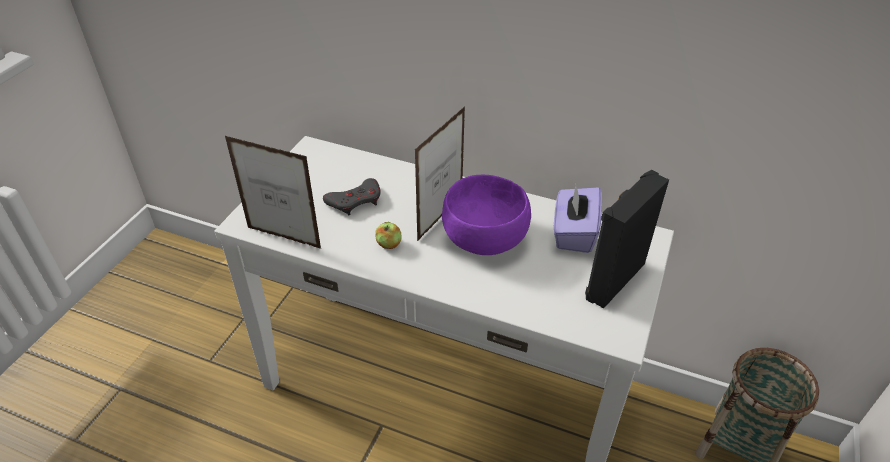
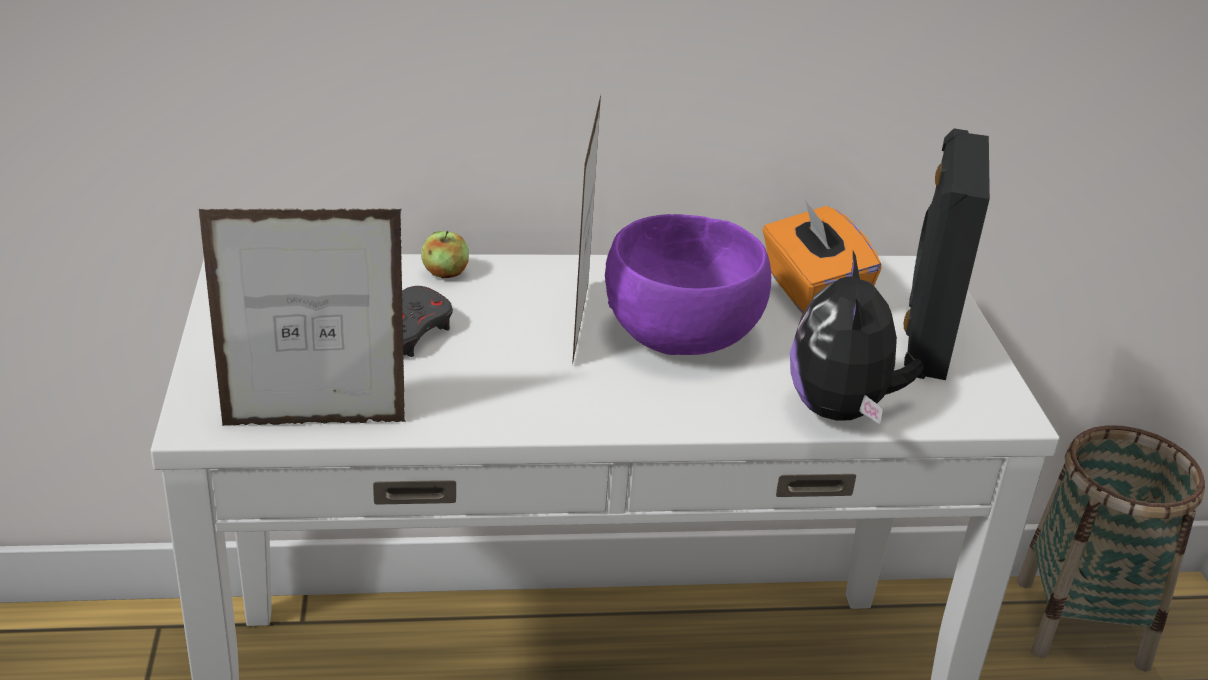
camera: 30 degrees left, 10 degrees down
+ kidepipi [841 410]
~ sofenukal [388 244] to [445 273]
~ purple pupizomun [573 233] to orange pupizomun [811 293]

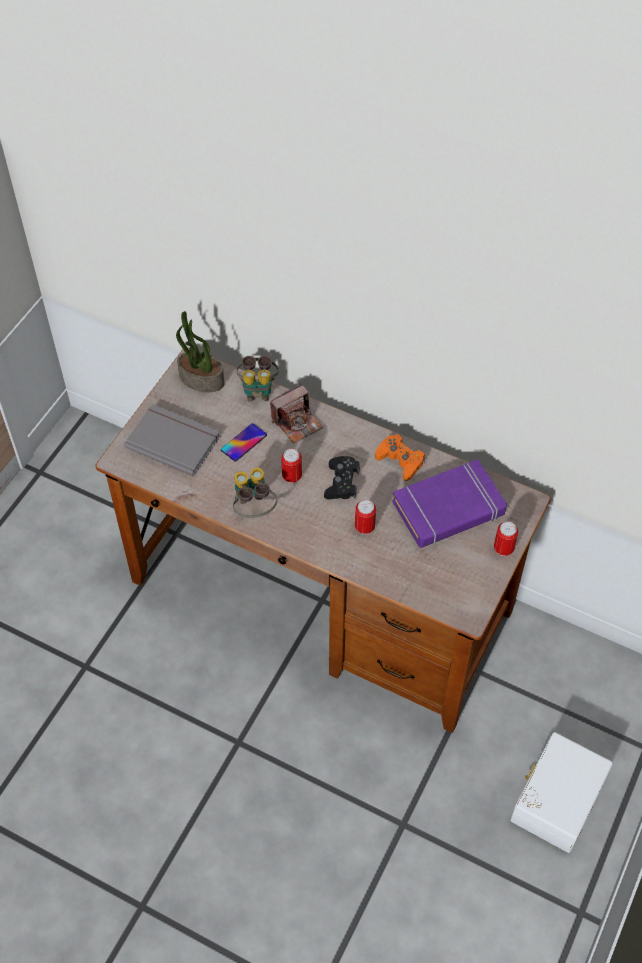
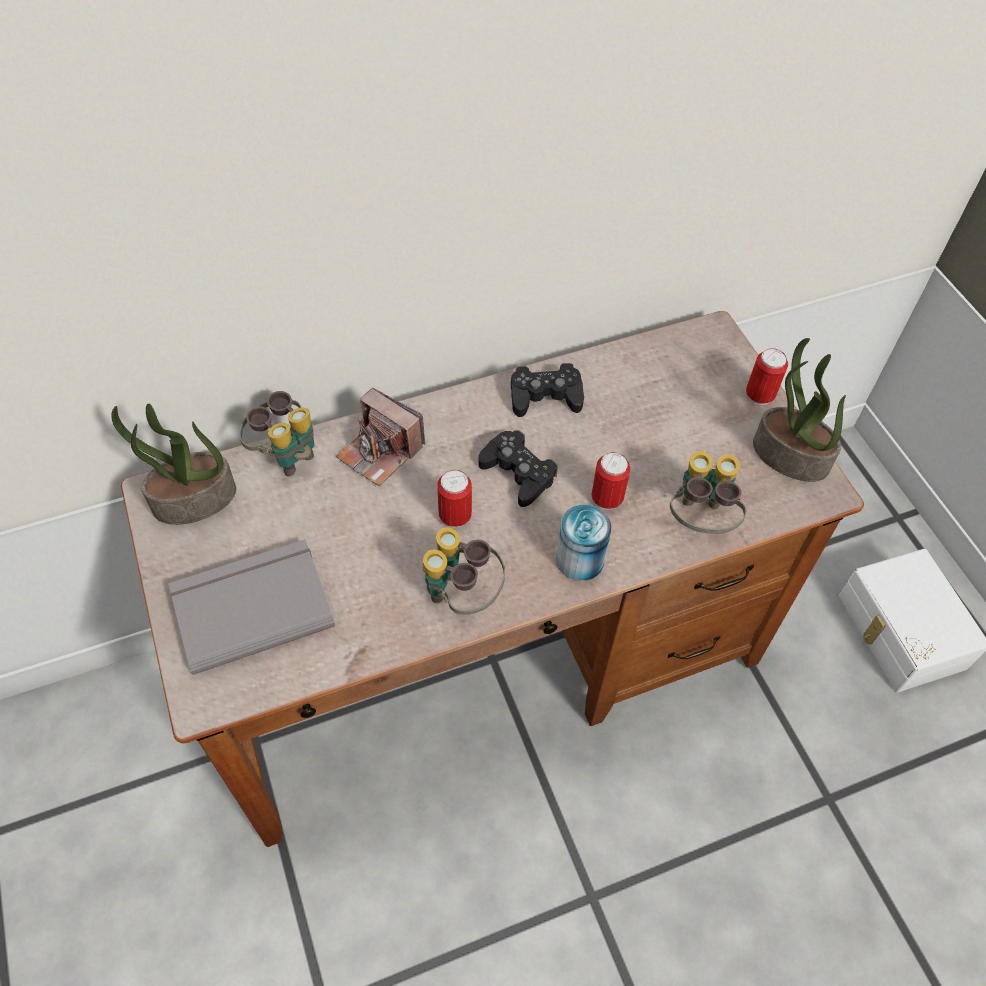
camera: 50 degrees left, 0 degrees up
- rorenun [244 442]
- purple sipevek [449 509]
+ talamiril [580 560]
+ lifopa [700 519]
+ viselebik [788 457]
~ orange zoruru [400 460] to black zoruru [545 396]
~ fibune [297 423] = [381 452] 120 degrees clockwise

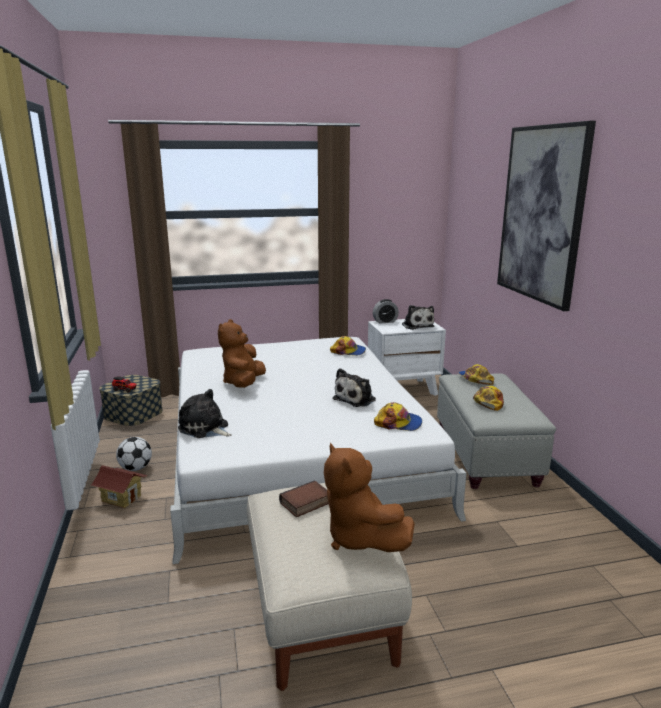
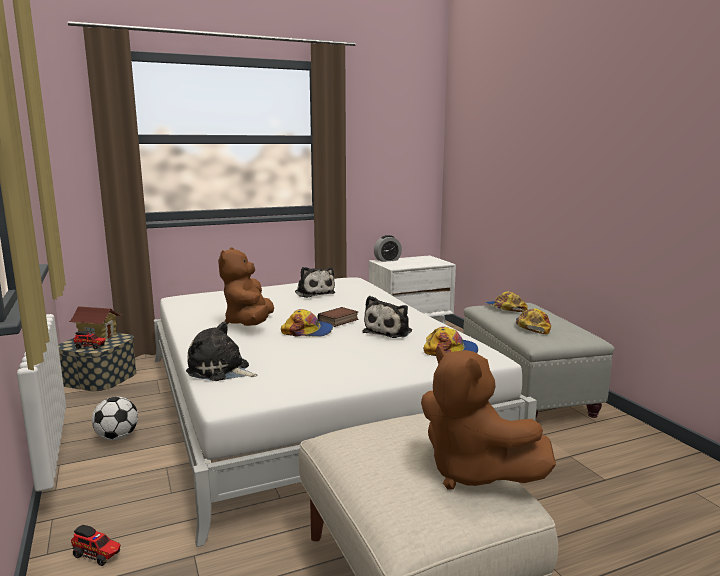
camera: 10 degrees left, 5 degrees down
- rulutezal [542 214]
+ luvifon [98 555]
~ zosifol [121 498] to [97 336]
~ sipevek [306 503] to [338 321]
~ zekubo [348 351] to [308 331]
~ kidepipi [417 325] to [314 293]

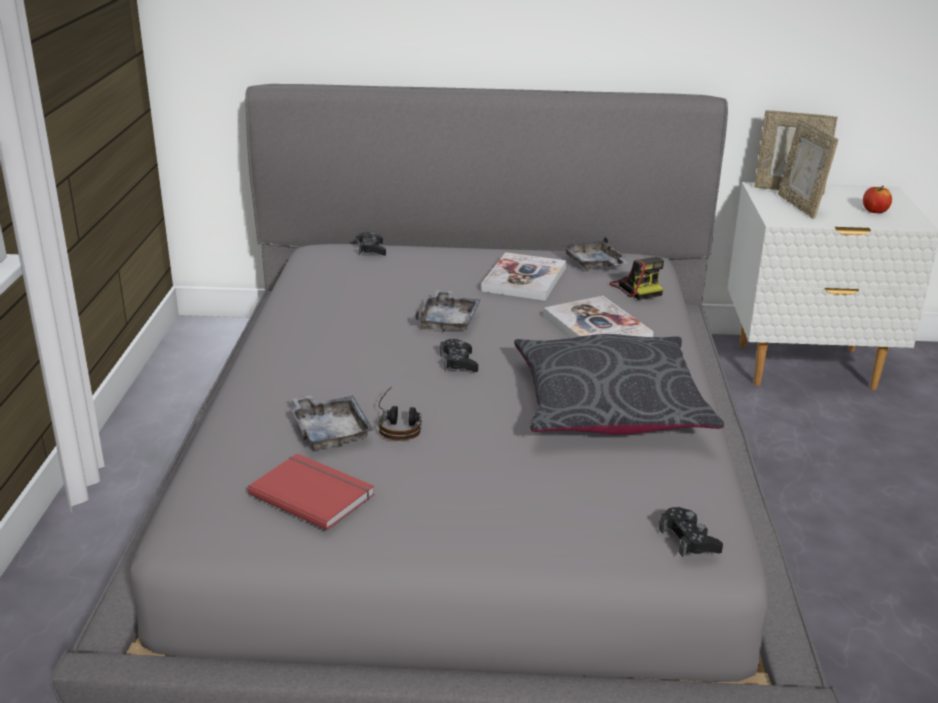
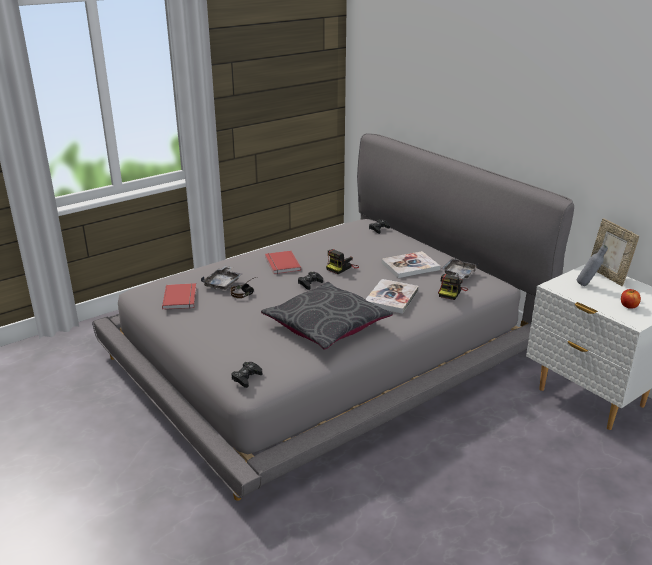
camera: 50 degrees right, 0 degrees up
+ red sipevek [281 264]
~ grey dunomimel [448 320] to fibune [342 267]
~ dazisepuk [800 206] to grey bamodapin [587 285]

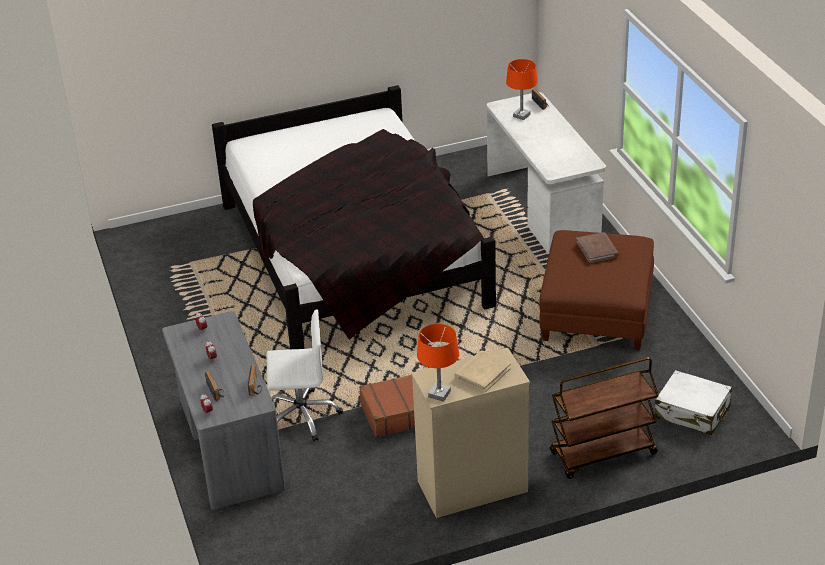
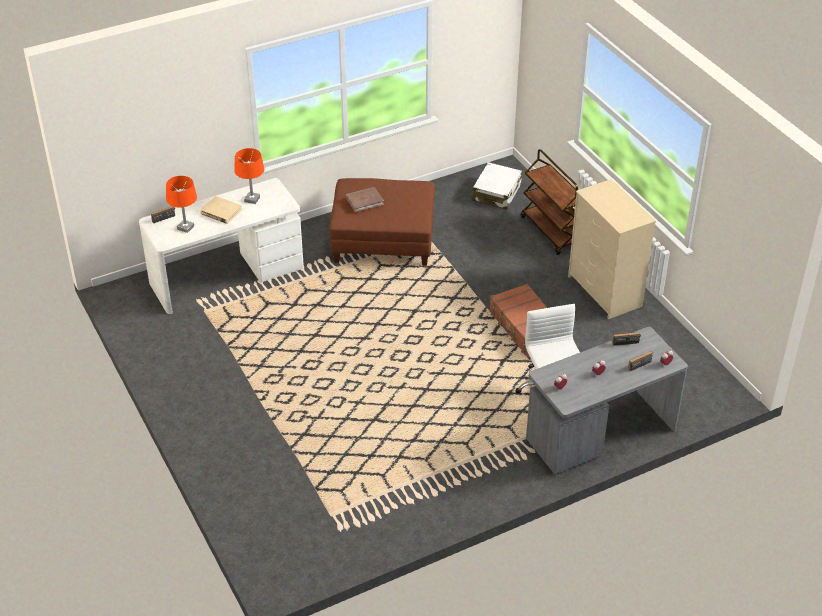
camera: 100 degrees left, 5 degrees up
- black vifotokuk [354 255]
~ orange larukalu [439 394] to [252 199]
~ beige sipevek [482 373] to [221 212]

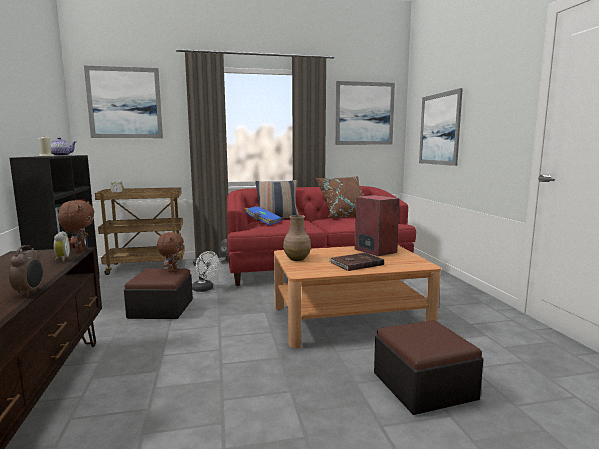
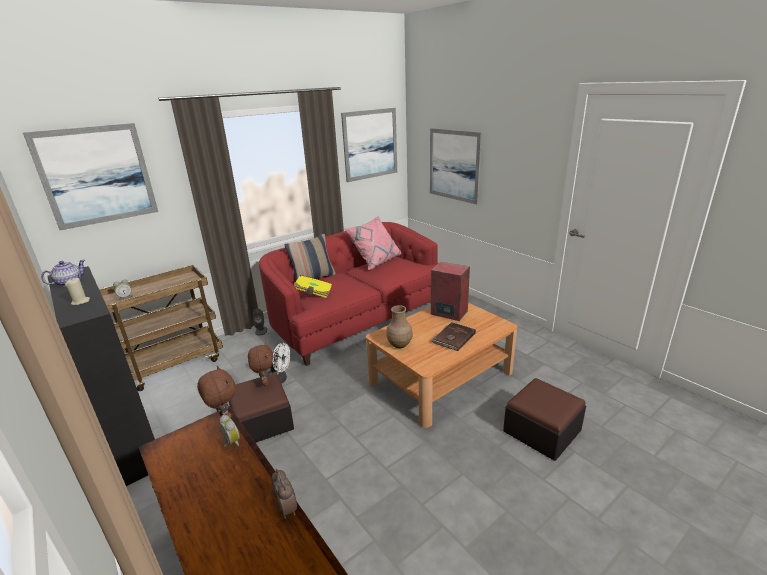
camera: 25 degrees left, 15 degrees up
~ blue sipevek [262 222] to yellow sipevek [313 293]
~ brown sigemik [344 216] to pink sigemik [375 261]

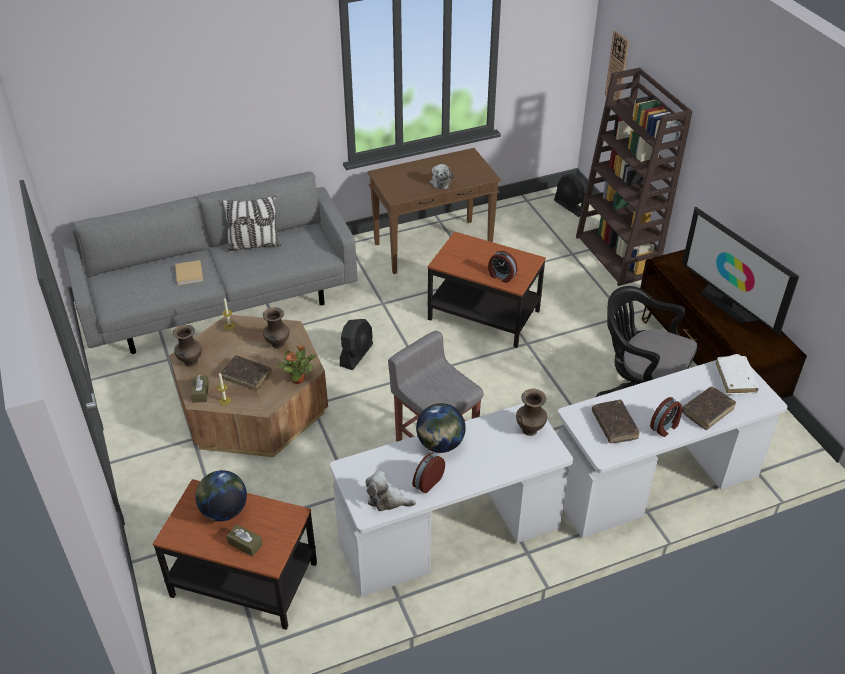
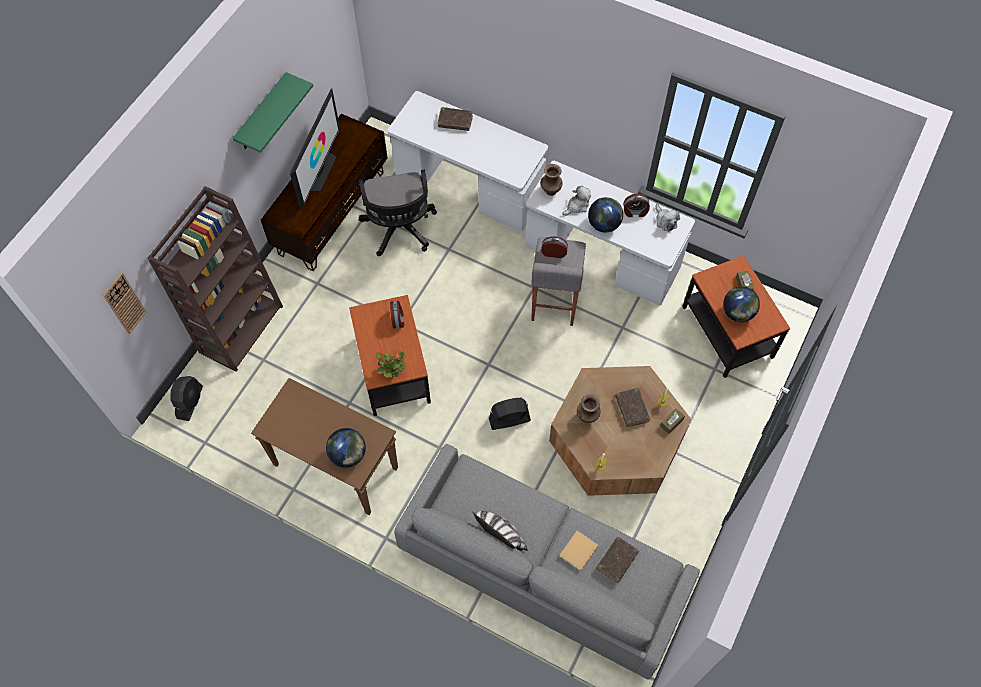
camera: 130 degrees left, 20 degrees up
- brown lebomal [190 362]
- white sipevek [735 379]
+ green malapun [262 113]
+ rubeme [348 455]
~ viselebik [298 379] to [392 372]
~ kidepipi [441 181] to [577 206]
~ brown sipevek [614 425] to [617 561]
~ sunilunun [665 427] to [554 252]

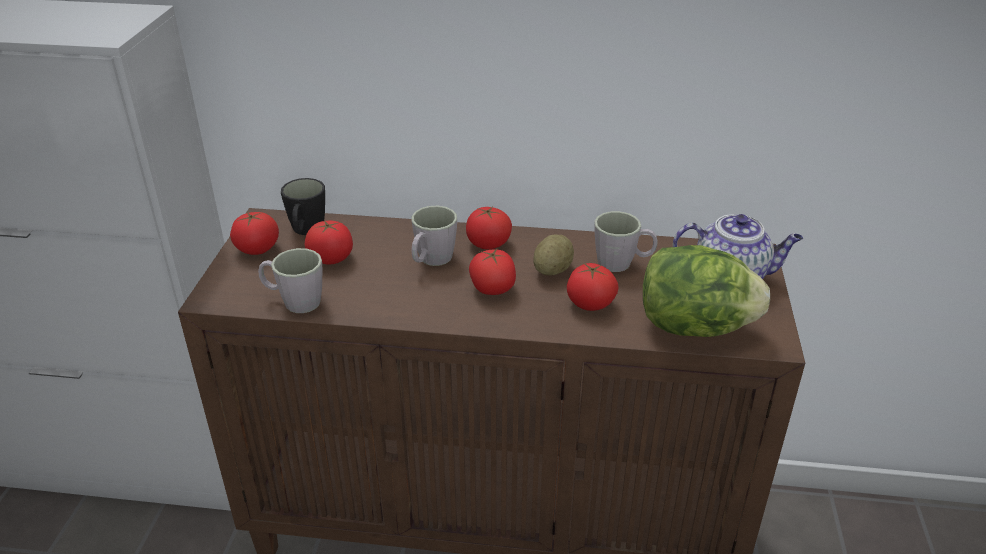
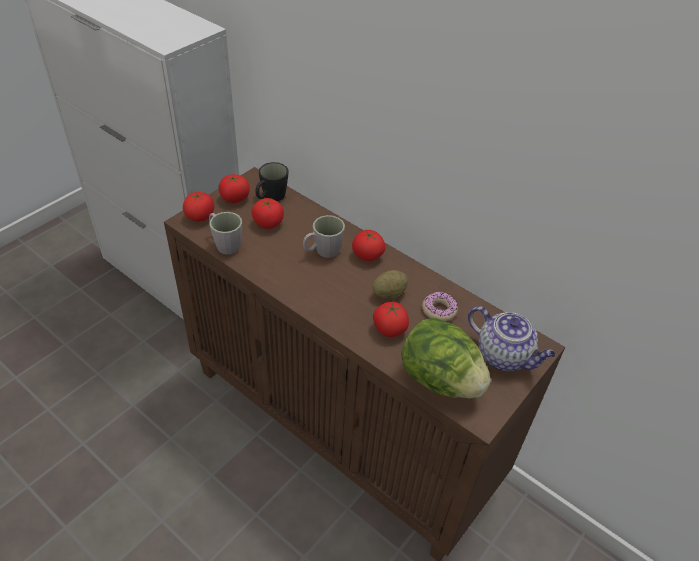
camera: 30 degrees right, 10 degrees up
~ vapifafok [492 289] to [200 216]
~ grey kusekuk [622 263] to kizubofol [439 310]

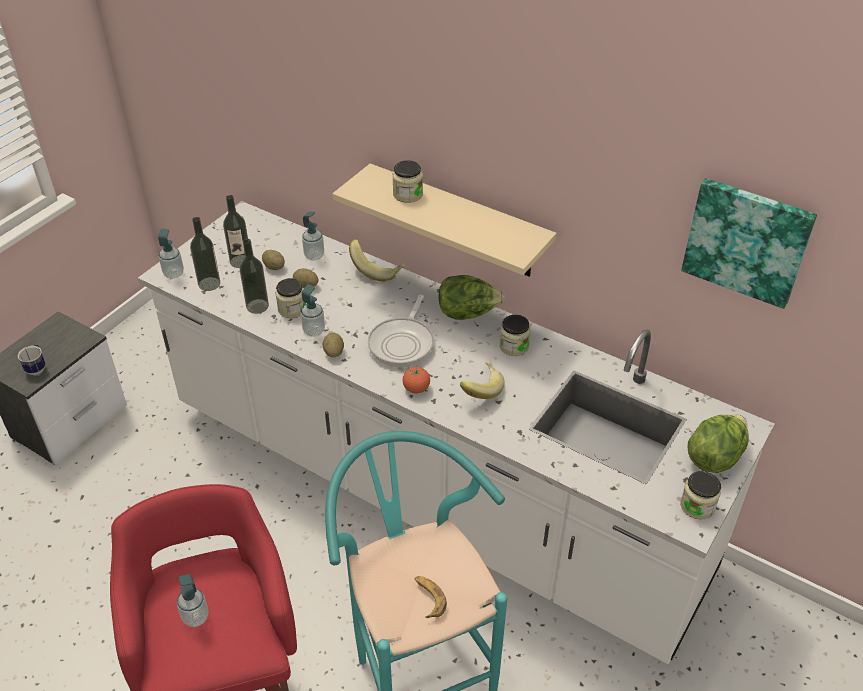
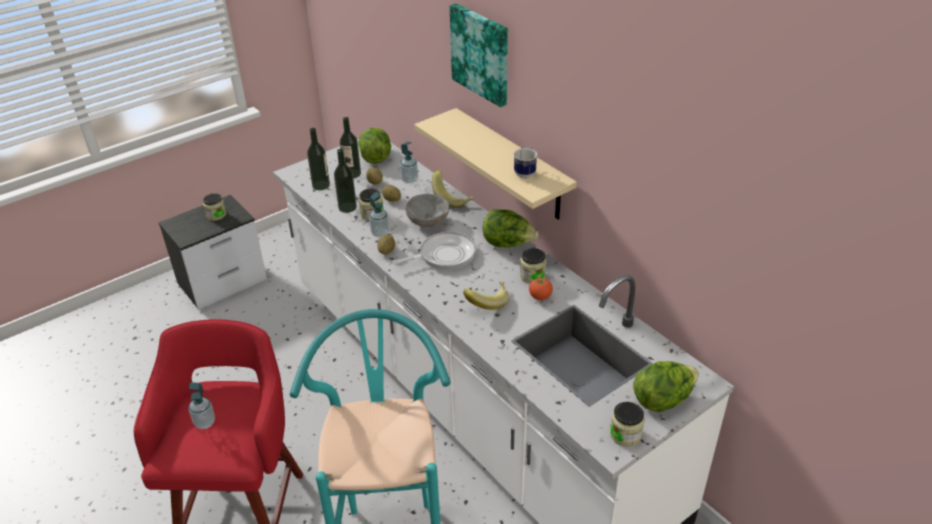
camera: 20 degrees right, 5 degrees down
- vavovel [173 274]
- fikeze [428 598]
+ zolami [375 157]
+ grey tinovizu [428 222]
~ kusekuk [37 368] to [526 172]
~ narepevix [407 194] to [216 215]
~ vapifafok [416 389] to [540 297]
~ rulutezal [747 241] to [481 53]
~ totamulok [403 343] = [444 255] 150 degrees counterclockwise

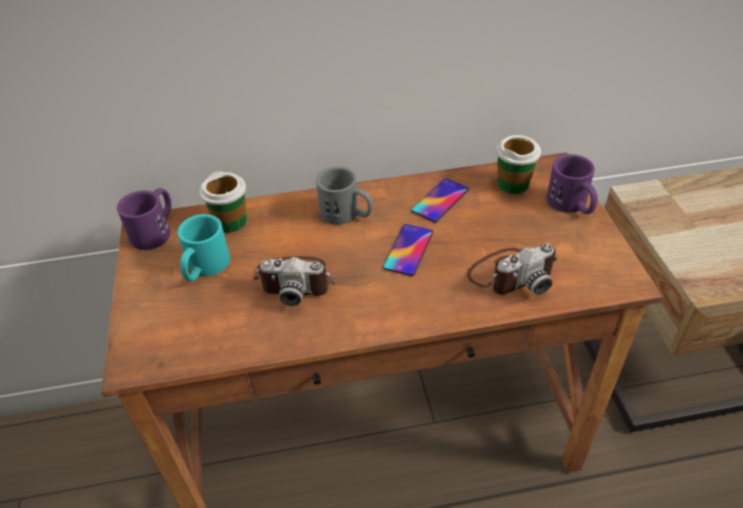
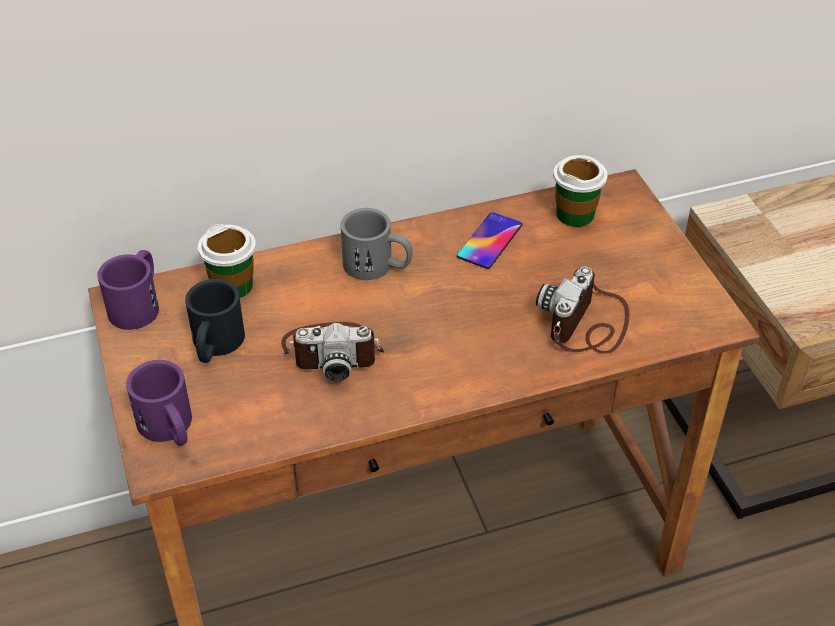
camera: 10 degrees left, 0 degrees up
- rorenun [408 250]
~ purple kusekuk [571 205] to [169 429]
~ turquoise kusekuk [204 268] to black kusekuk [215 346]
~ fibune [511 274] = [587 324] 150 degrees clockwise

